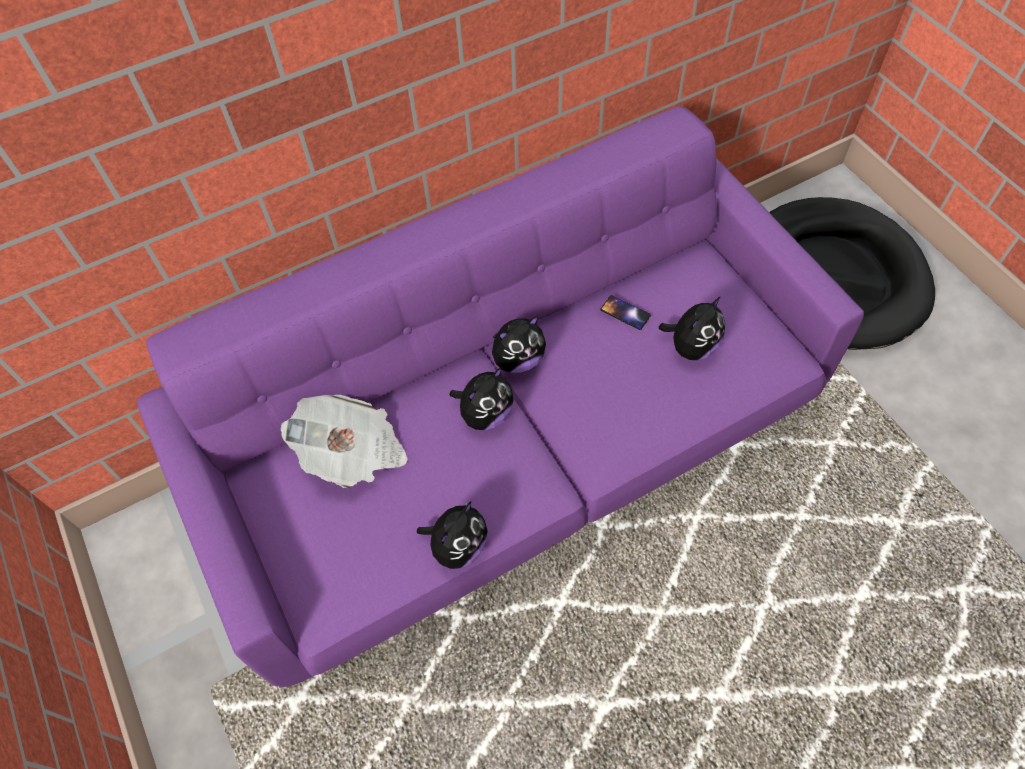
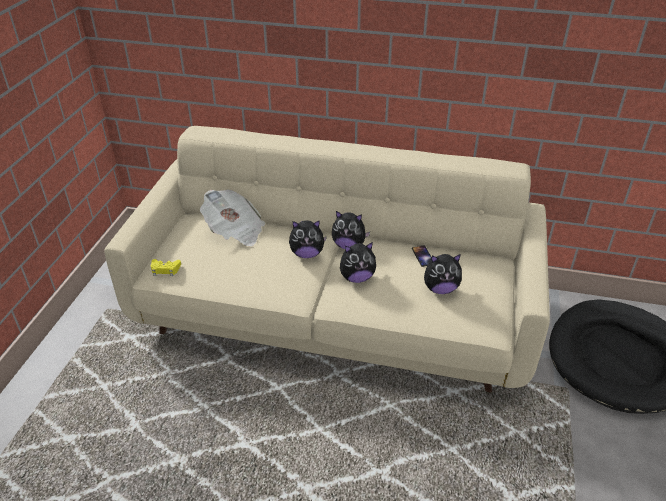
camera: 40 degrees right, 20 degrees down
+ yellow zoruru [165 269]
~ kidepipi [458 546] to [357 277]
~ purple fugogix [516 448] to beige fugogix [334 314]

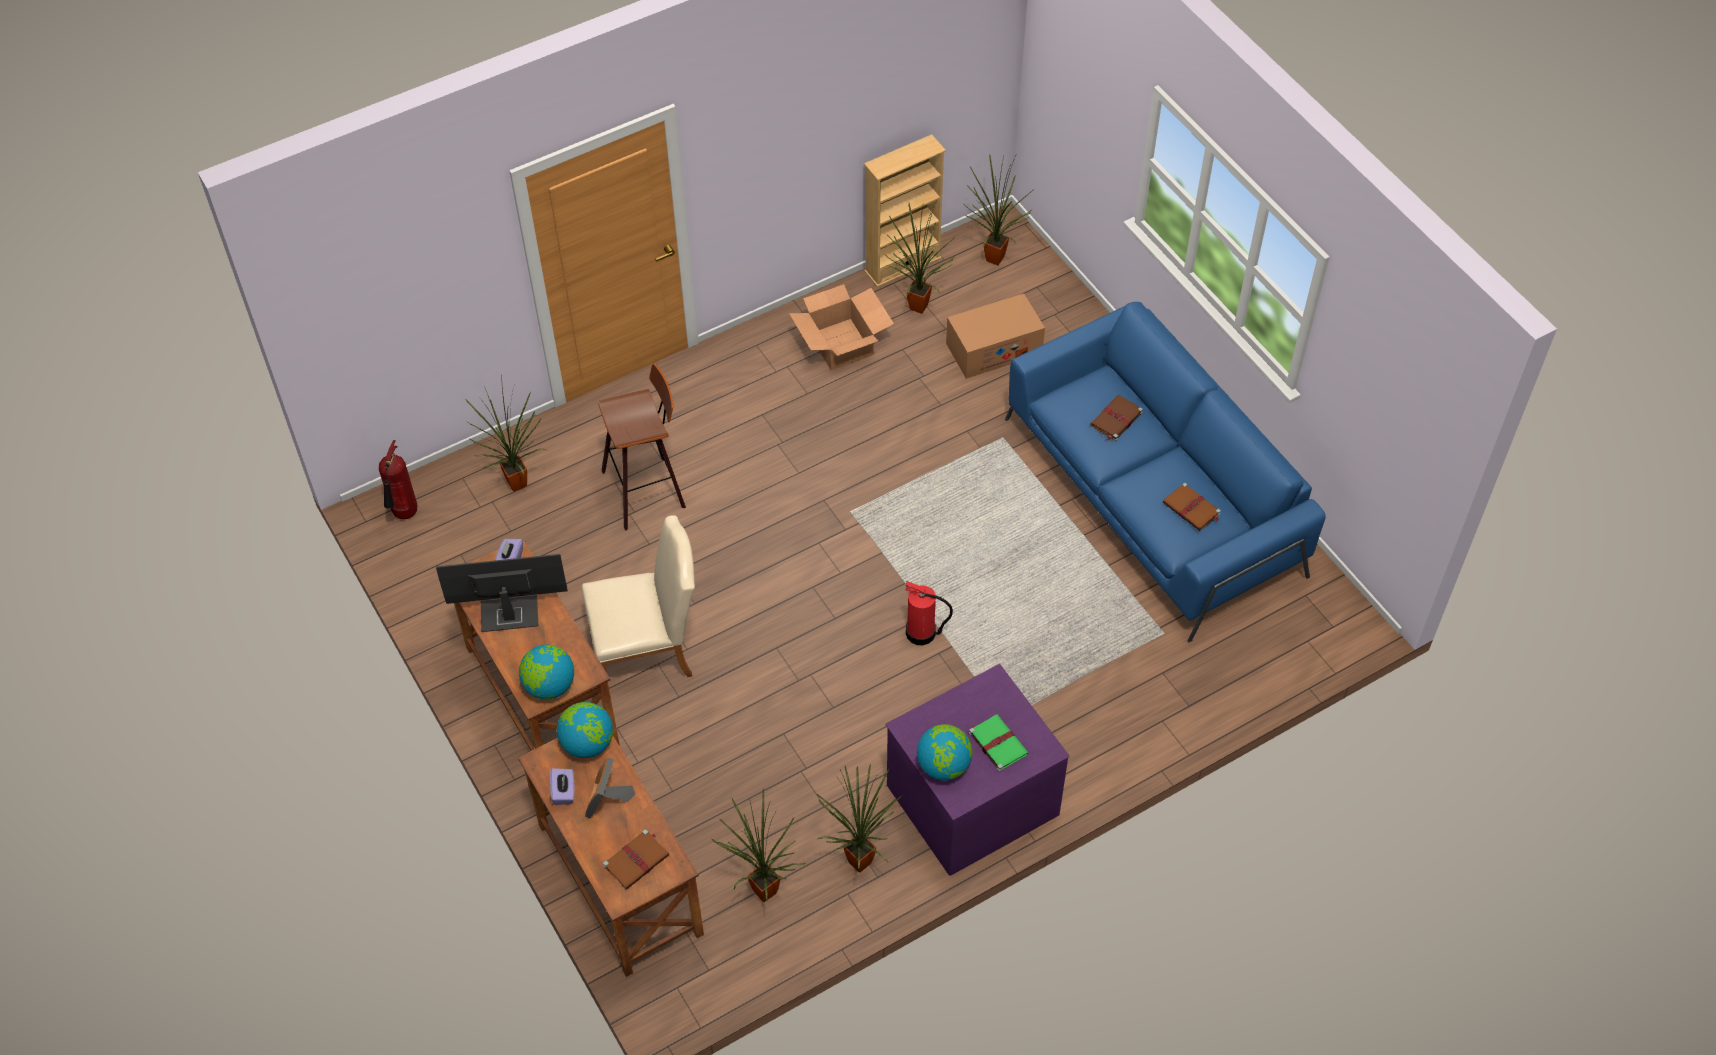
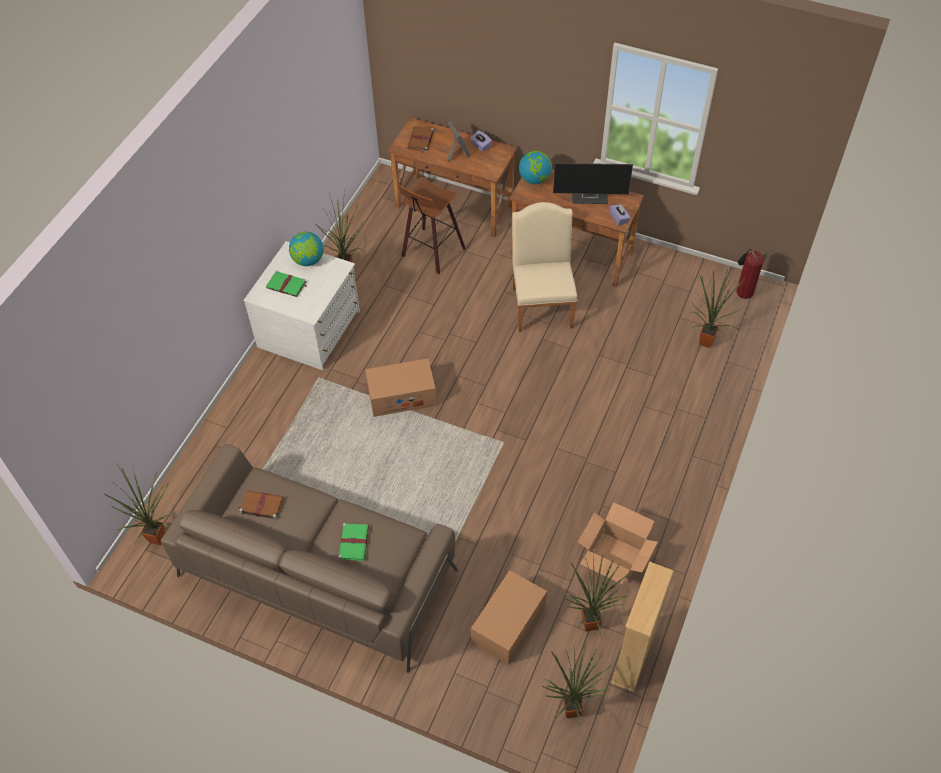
camera: 145 degrees right, 0 degrees up
- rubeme [588 743]
~ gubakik [646 489] to [431 252]
~ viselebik [761 894] to [159 537]
~ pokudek [922 633] to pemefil [401 396]
~ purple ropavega [971 797] to white ropavega [310 329]
~ blue fugogix [1153 496] to brown fugogix [317 572]
~ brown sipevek [1115 419] to green sipevek [353 542]
~ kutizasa [508 615] = [590 196] 45 degrees clockwise
~ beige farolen [648 650] = [542 303] 135 degrees clockwise

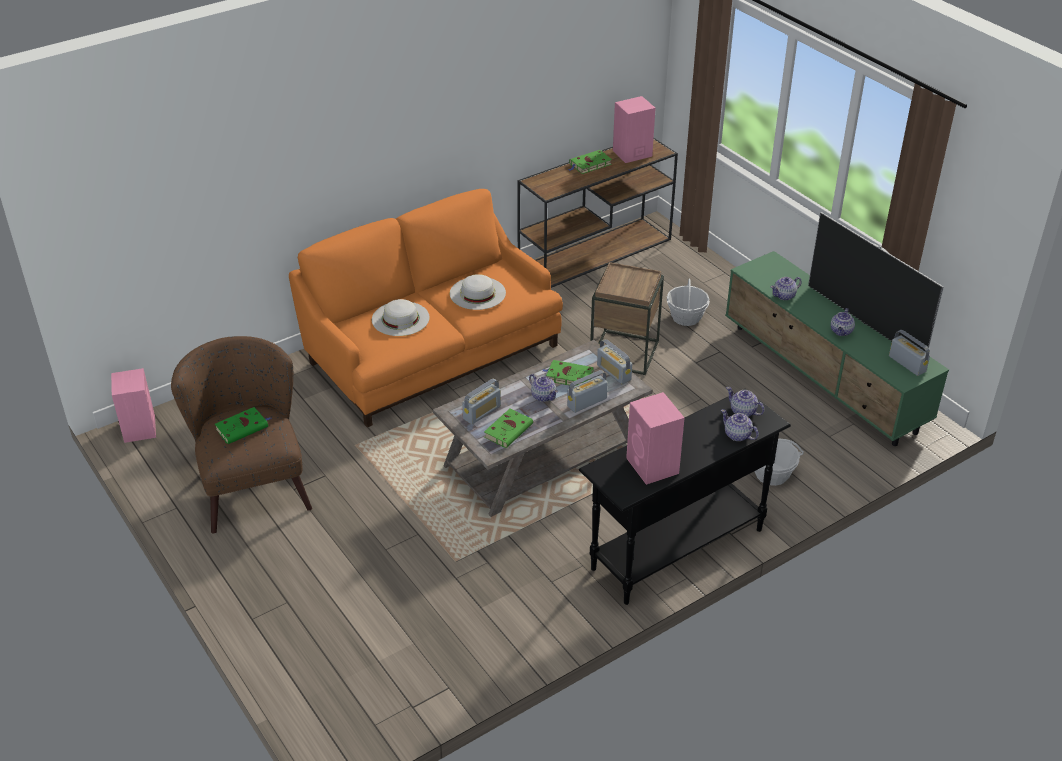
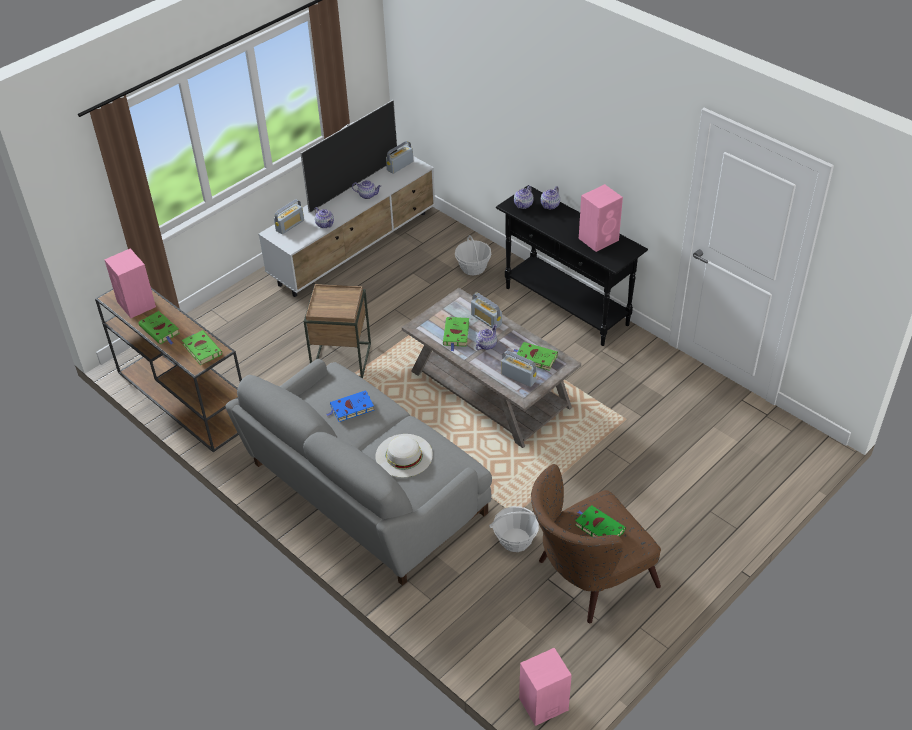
camera: 100 degrees left, 5 degrees up
+ green sipevek [201 349]
~ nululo [614 372] to [290 225]
~ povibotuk [686 317] to [515 540]
~ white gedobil [477 293] to blue sipevek [351 408]
~ orange fugogix [432 351] to grey fugogix [364 490]
~ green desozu [823 379] to white desozu [355 248]

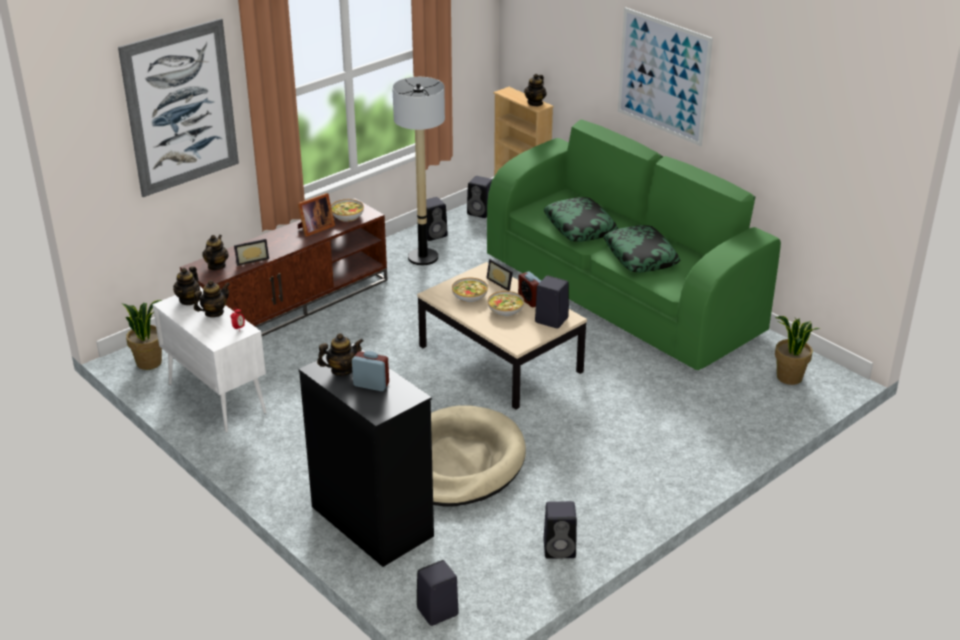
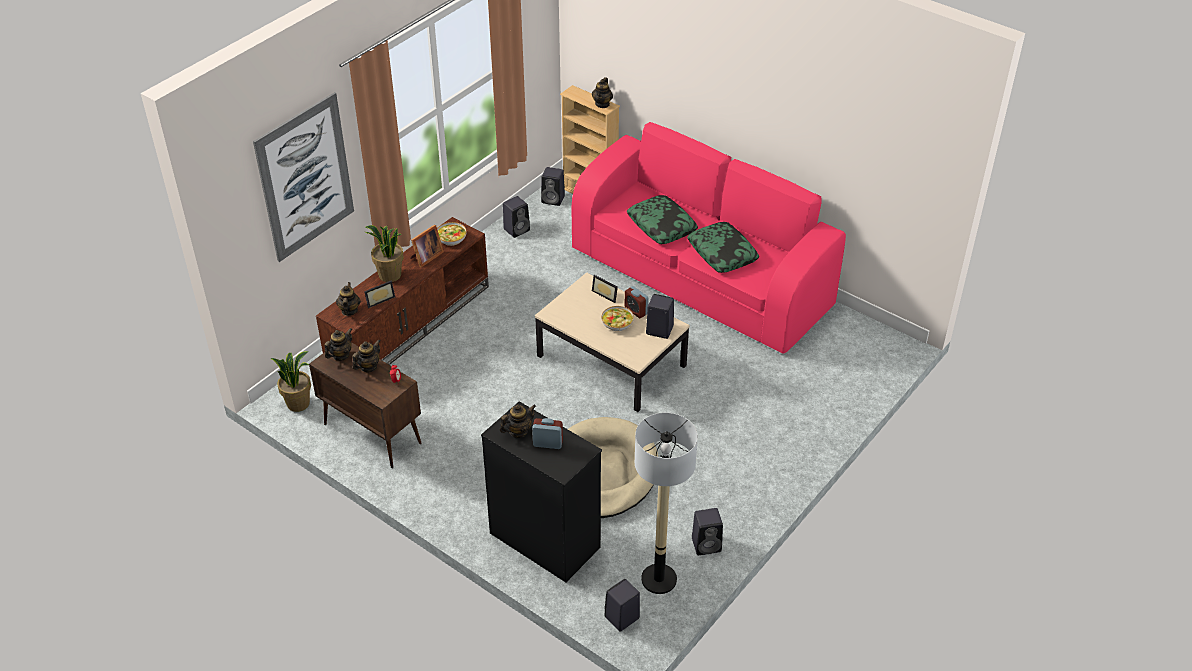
camera: 10 degrees left, 10 degrees up
- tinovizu [469 296]
- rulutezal [663 76]
~ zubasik [423 257] to [658 579]
~ viselebik [789 377] to [389 275]
~ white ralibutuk [216 398] to brown ralibutuk [371 433]
~ green fugogix [621 294] to pink fugogix [701 278]
~ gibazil [188 300] = [340 355] 150 degrees counterclockwise

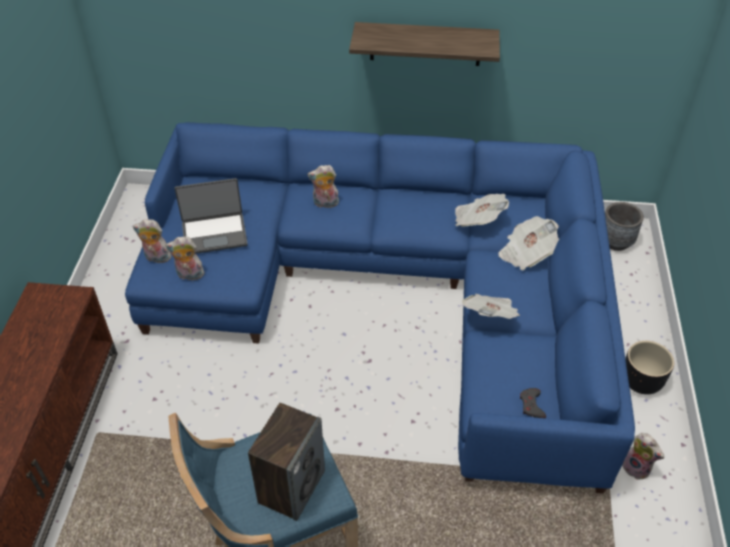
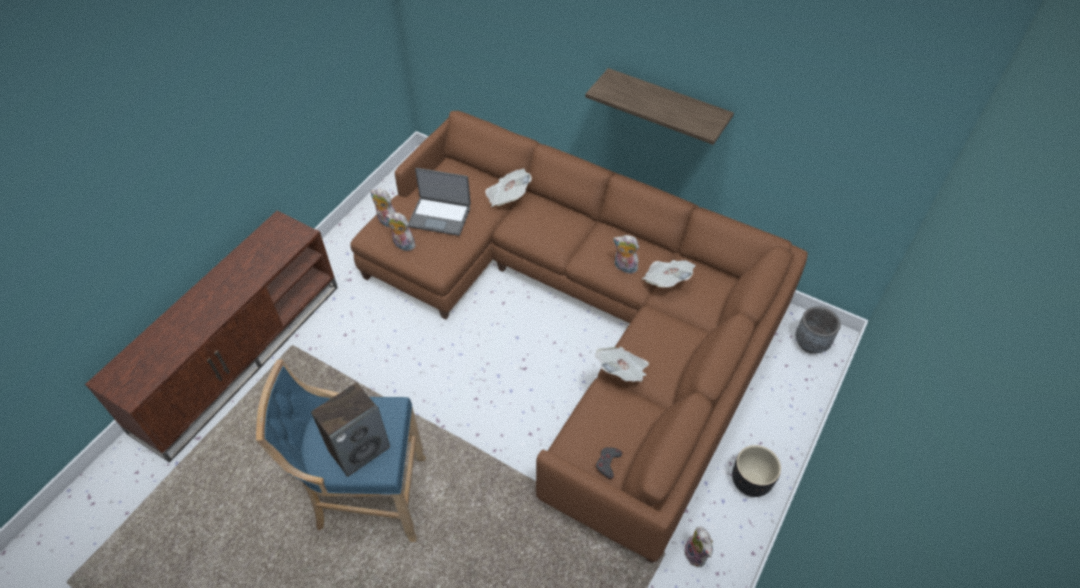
camera: 25 degrees right, 5 degrees up
~ kidepipi [325 204] to [624 268]
~ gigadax [526 253] to [507 196]
~ blue fugogix [396 289] to brown fugogix [583 315]

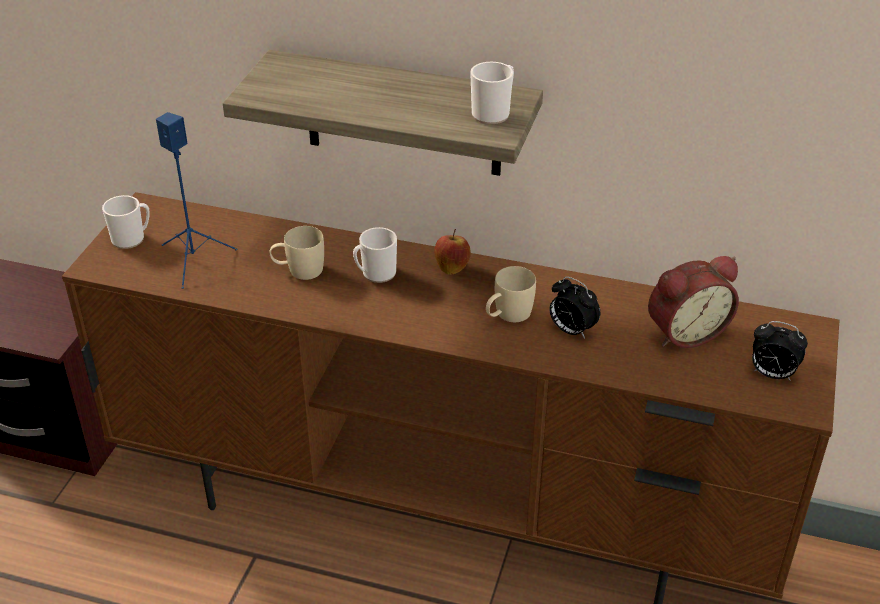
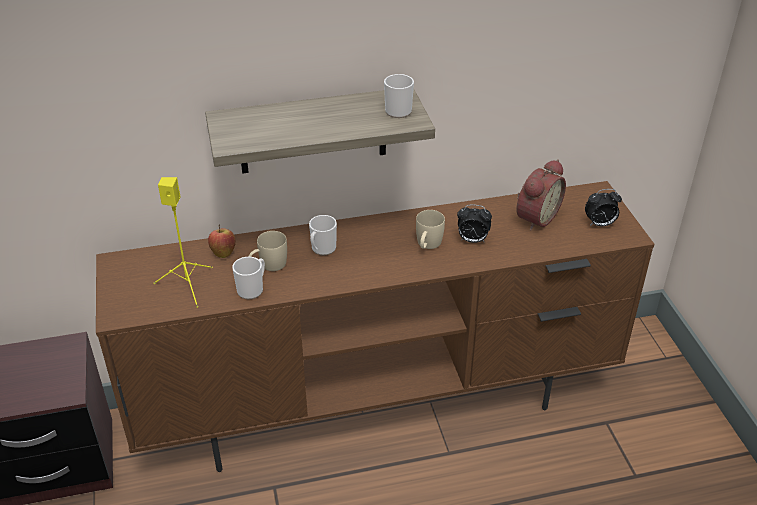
camera: 30 degrees left, 0 degrees up
~ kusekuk [132 238] to [252 289]
~ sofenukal [452 268] to [223 252]
~ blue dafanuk [195 260] to yellow dafanuk [188 285]

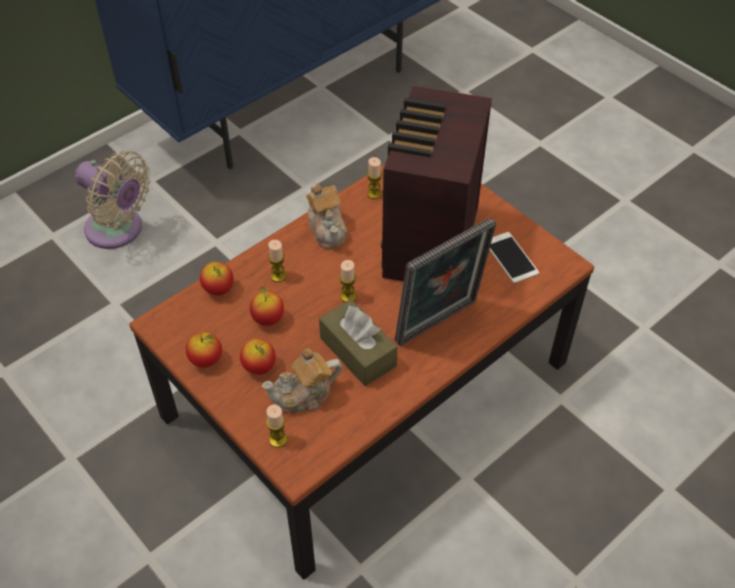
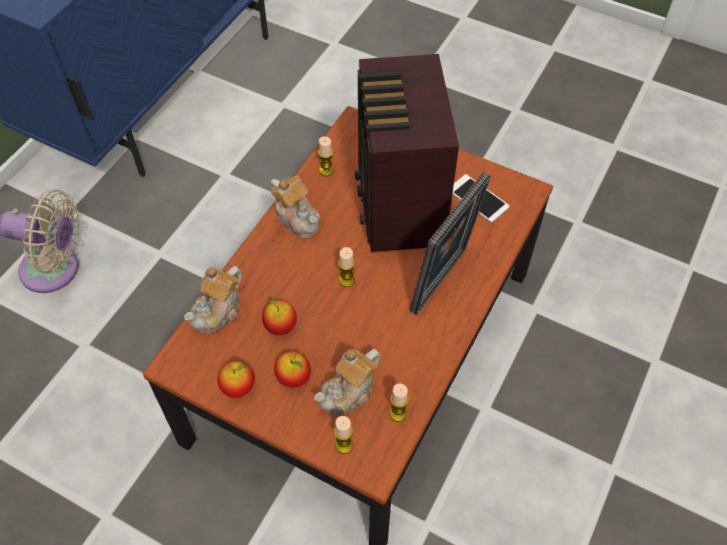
camera: 20 degrees left, 5 degrees up
- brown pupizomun [358 351]
~ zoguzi [278 276] to [398 413]
~ sofenukal [218 289] to gibazil [218 311]

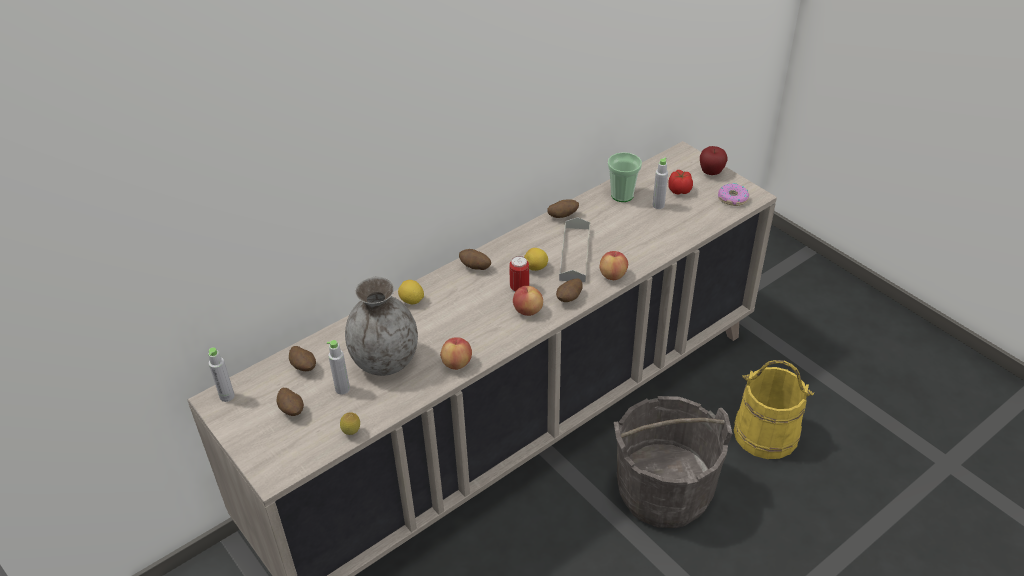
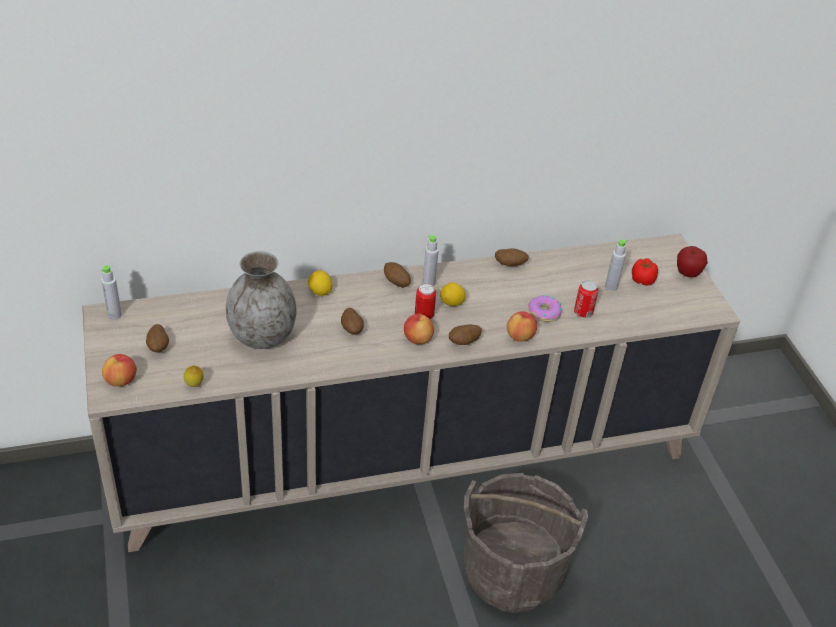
camera: 20 degrees right, 0 degrees up
- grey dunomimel [575 254]
- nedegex [622 195]
- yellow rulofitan [766 433]
+ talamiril [583 312]
~ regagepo [304 367] to [352 330]
~ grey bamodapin [342 389] to [428 283]
~ sofenukal [457 363] to [121 381]
~ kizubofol [732 198] to [544 312]

